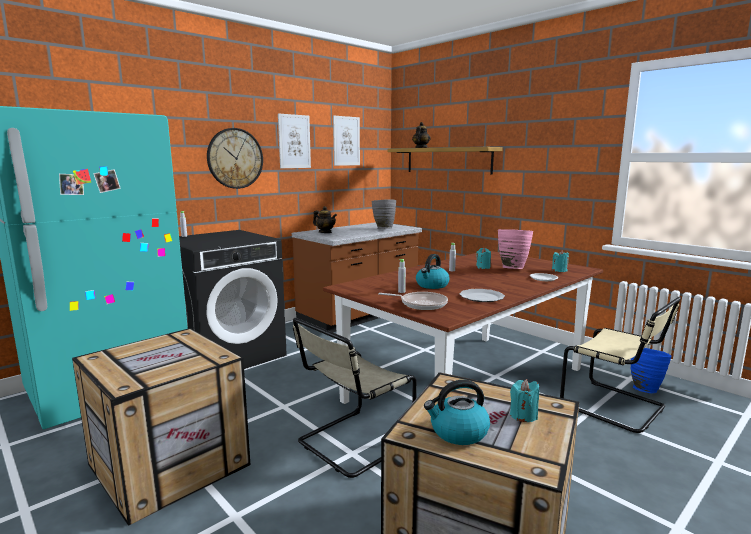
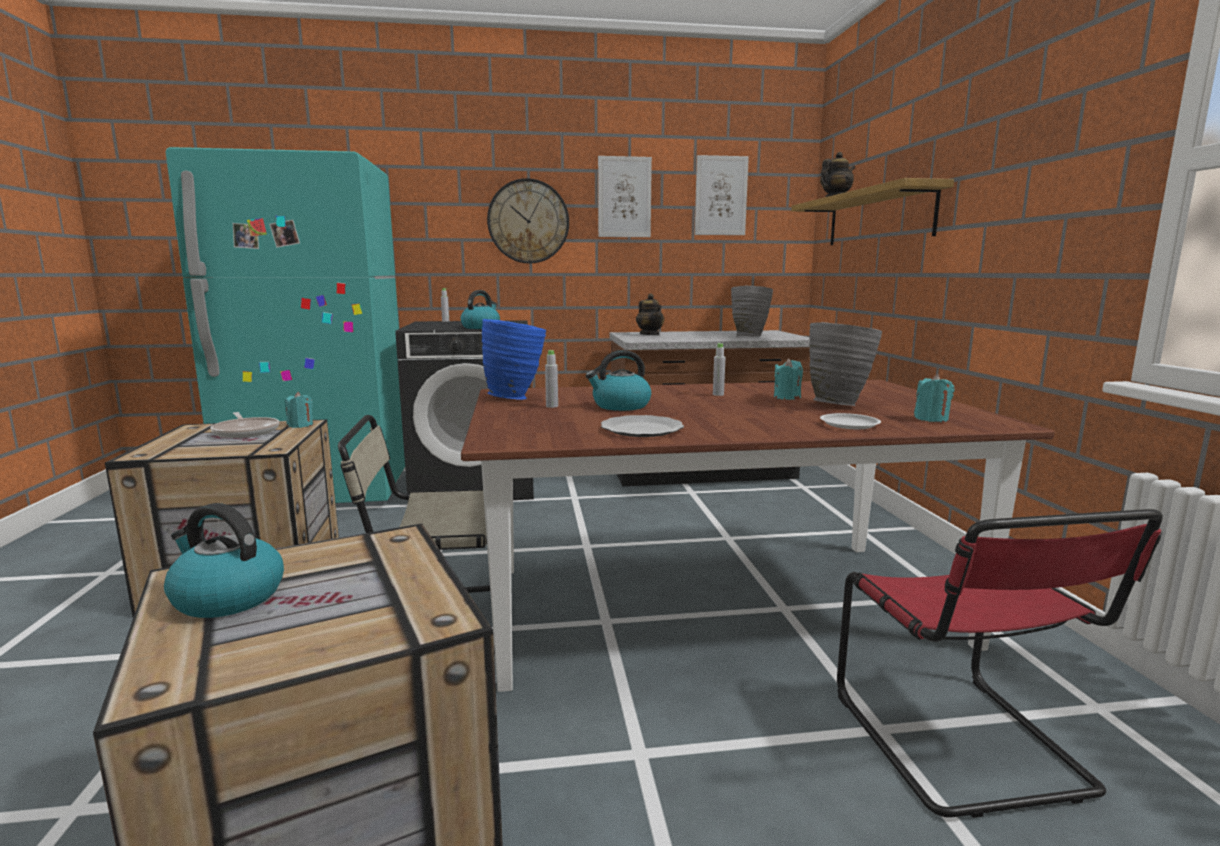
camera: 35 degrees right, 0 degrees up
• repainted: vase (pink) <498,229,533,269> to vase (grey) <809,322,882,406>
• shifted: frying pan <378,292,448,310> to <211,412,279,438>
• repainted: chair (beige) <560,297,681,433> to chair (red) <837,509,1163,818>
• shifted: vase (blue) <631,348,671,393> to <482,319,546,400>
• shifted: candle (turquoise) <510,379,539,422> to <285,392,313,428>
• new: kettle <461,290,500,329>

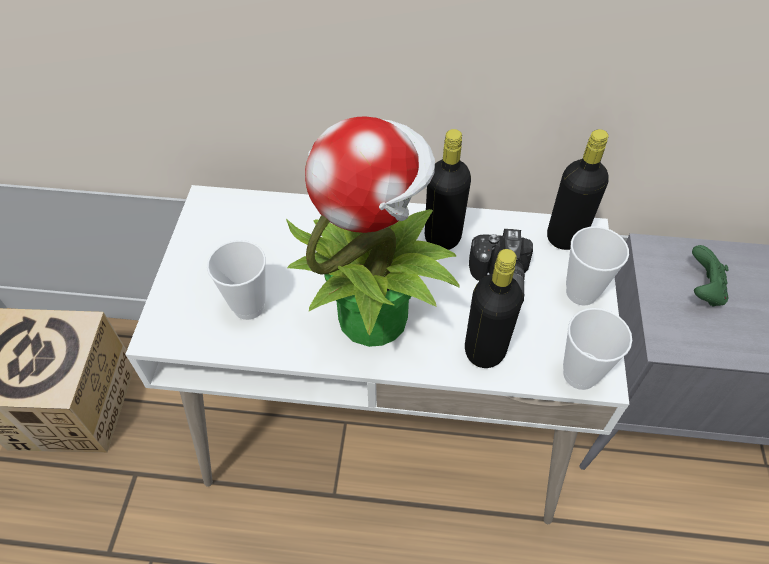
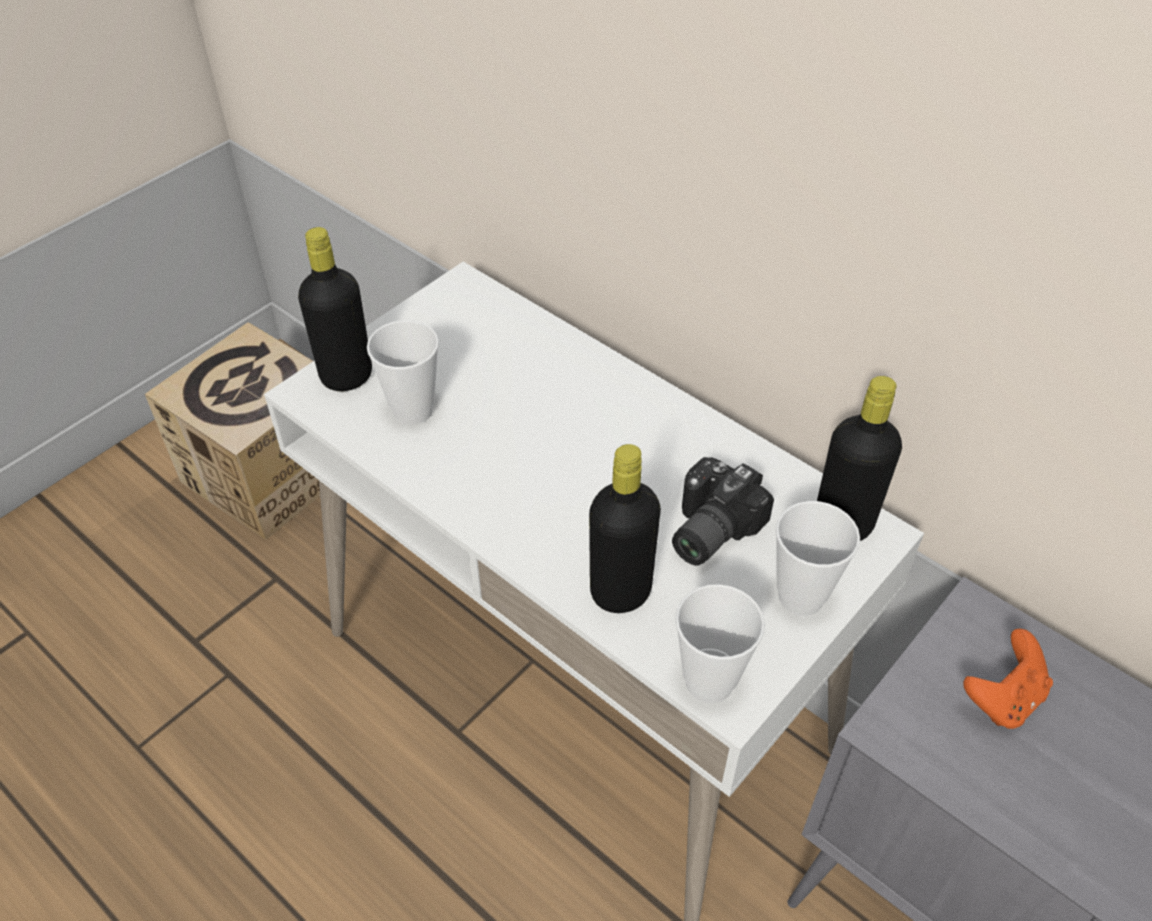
camera: 35 degrees right, 5 degrees down
• gone: potted plant <286,117,460,347>
• shifted: bottle (black) <425,129,471,250> to <298,227,372,391>
• repainted: game controller (green) <692,245,729,307> to game controller (orange) <963,629,1053,729>

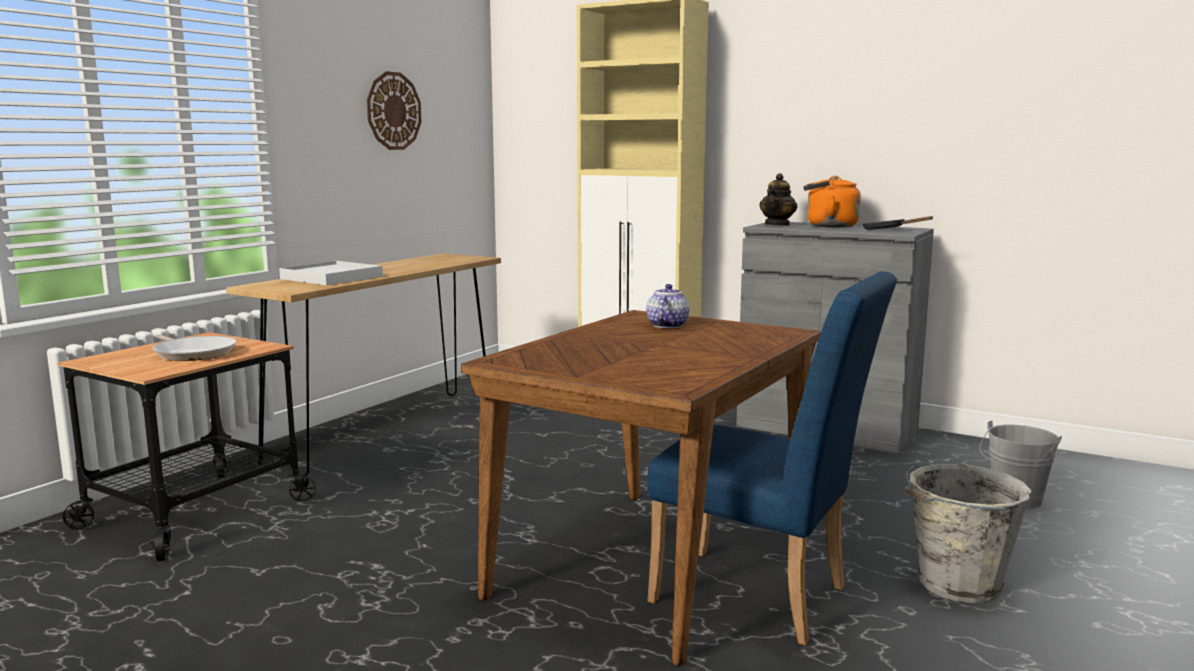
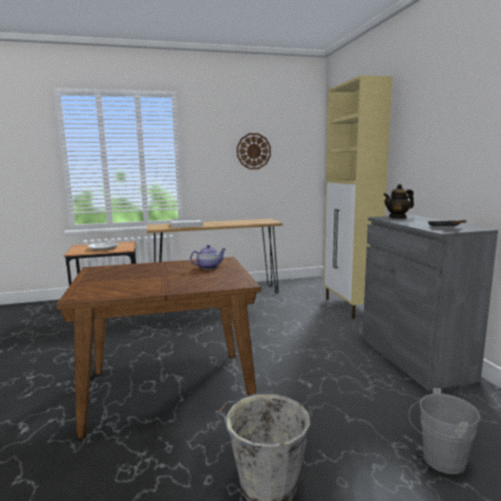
camera: 45 degrees right, 0 degrees up
• gone: kettle (orange) <803,176,861,227>
• gone: chair (blue) <647,271,897,646>

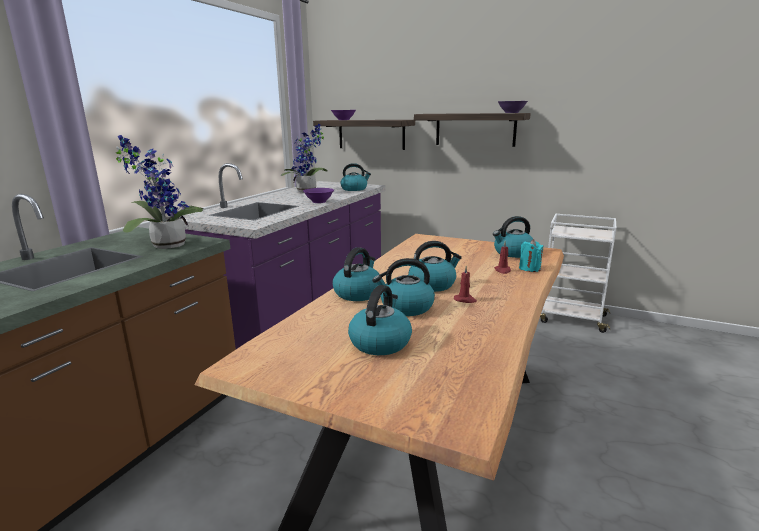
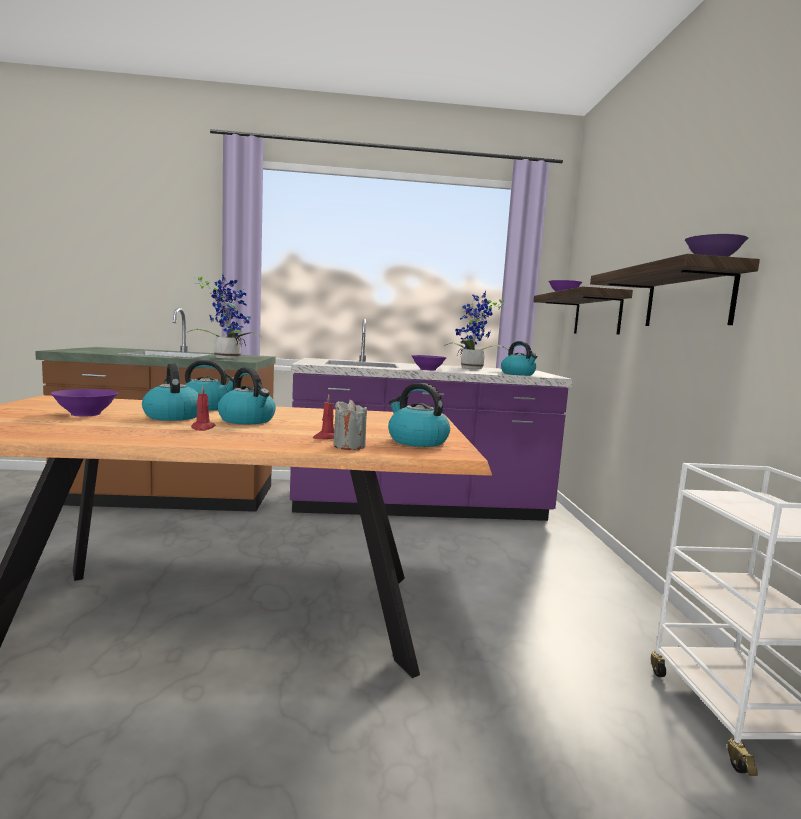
camera: 60 degrees right, 10 degrees down
• repainted: candle (turquoise) <519,239,544,272> to candle (grey) <333,400,367,450>
• swapped: kettle <348,285,412,355> to bowl (purple) <50,389,118,417>

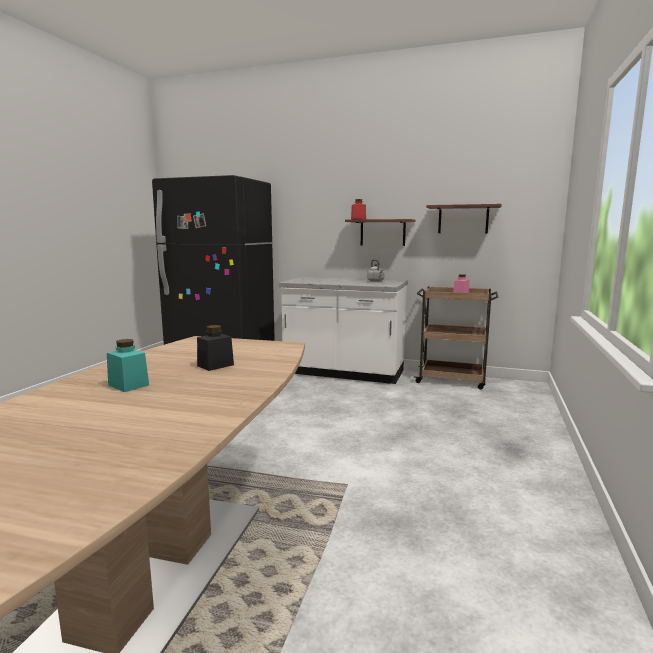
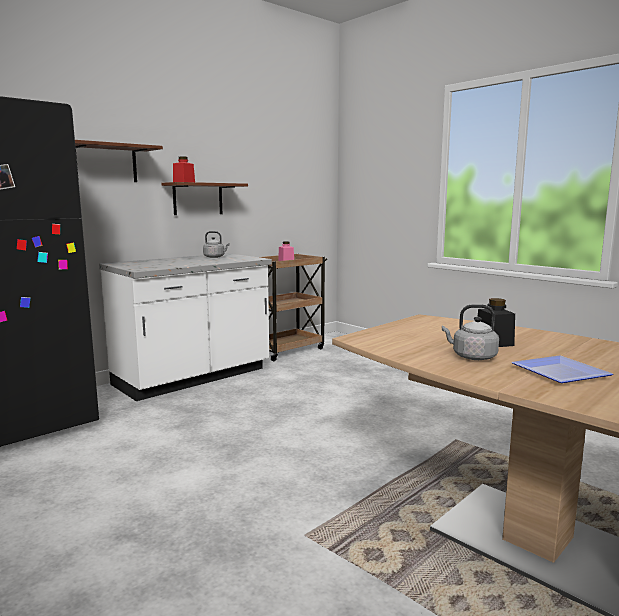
camera: 60 degrees left, 0 degrees up
• shifted: shelf (brown) <426,204,502,233> to <75,140,163,182>
• swapped: jar (turquoise) <107,339,149,392> to plate <512,355,613,383>
• new: kettle (grey) <442,304,499,360>

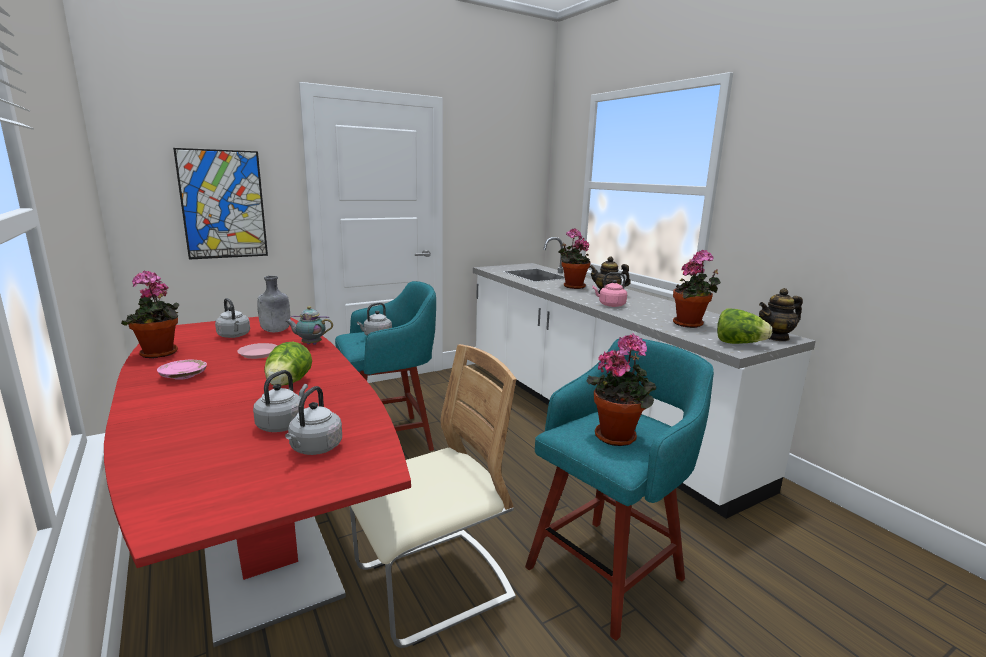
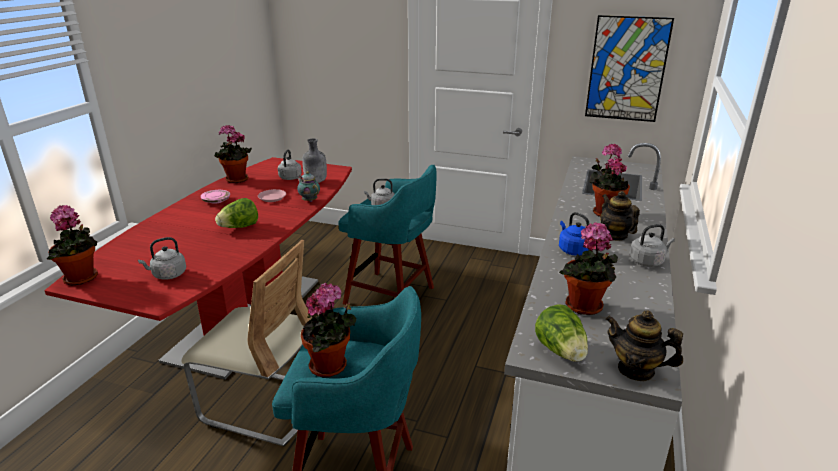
camera: 50 degrees right, 10 degrees up
• shifted: picture <173,148,268,260> to <585,15,674,122>
• repainted: kettle (pink) <592,272,627,307> to kettle (blue) <559,212,590,256>
• shifted: kettle (grey) <253,370,308,432> to <629,224,675,267>
• new: potted plant <47,205,98,285>

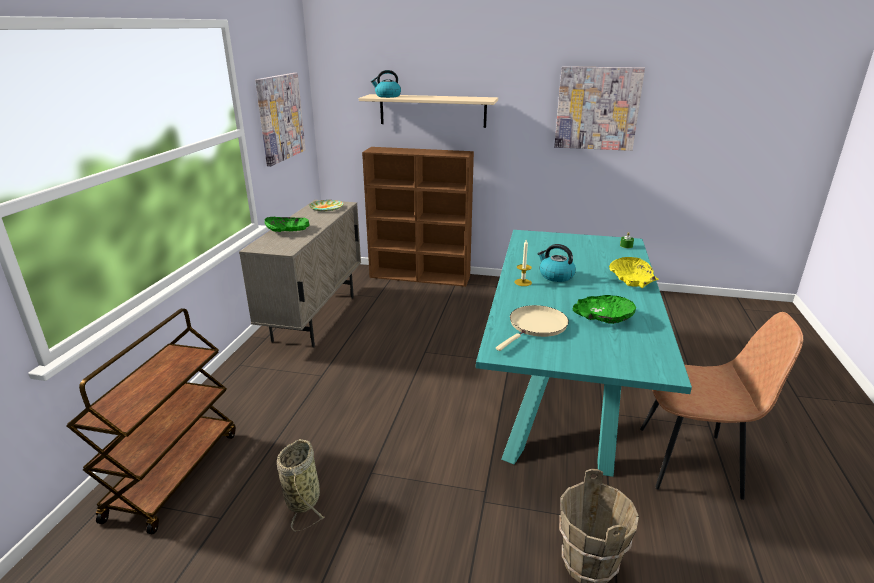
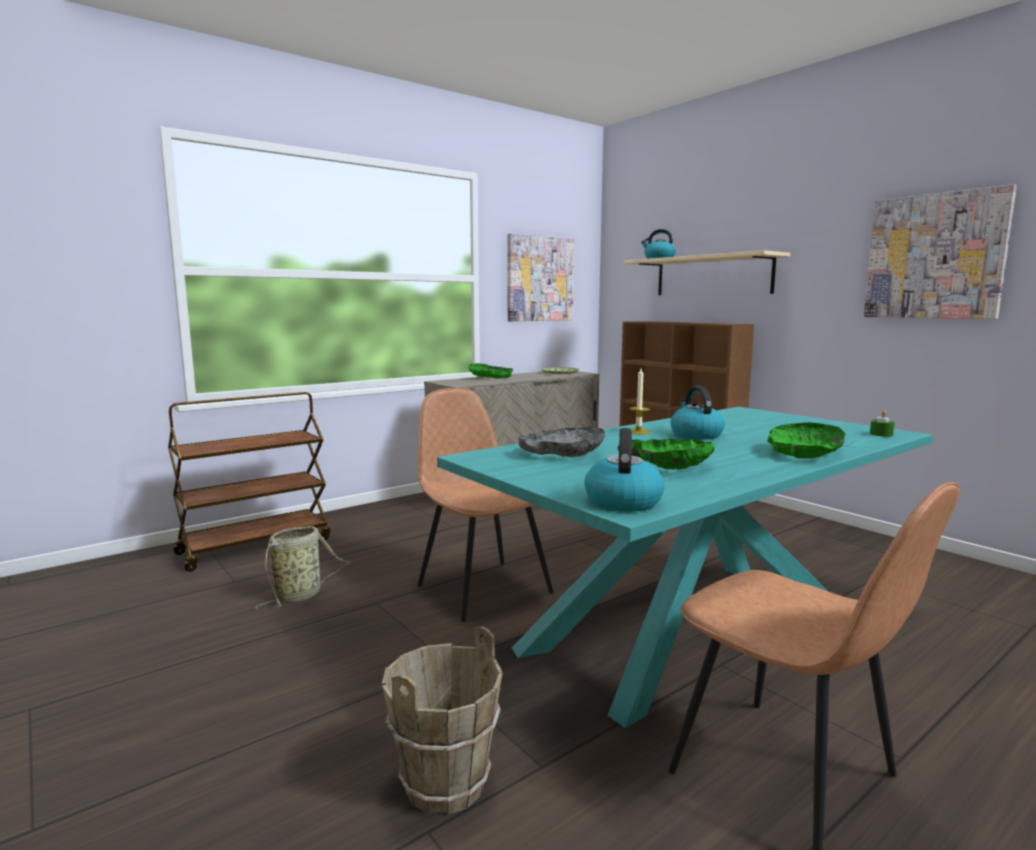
camera: 40 degrees right, 15 degrees down
• repainted: bowl (yellow) <609,257,659,288> to bowl (green) <767,422,846,458>
• swapped: frying pan (beige) <496,305,569,351> to bowl (grey) <519,427,605,457>
• new: chair (brown) <418,388,554,622>
• new: kettle <584,428,664,512>

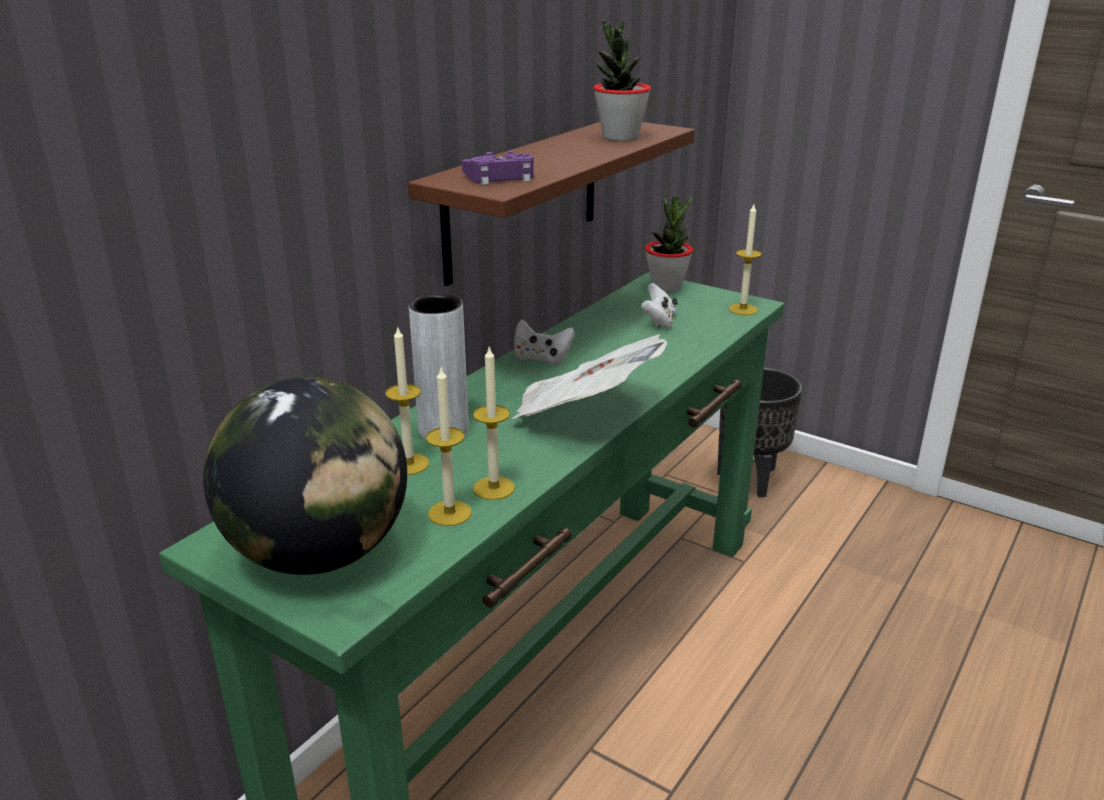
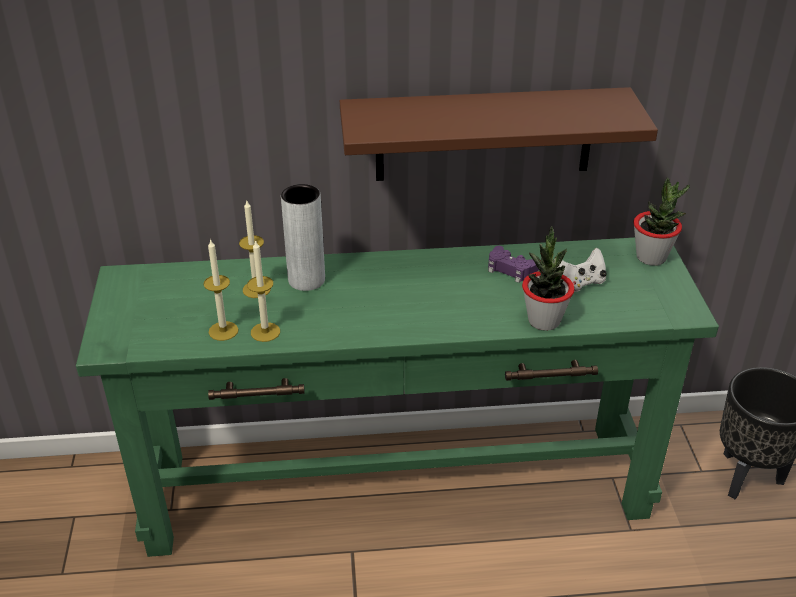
camera: 50 degrees right, 10 degrees up
• shifted: potted plant <594,19,651,141> to <522,226,575,331>
• shifted: game controller (purple) <462,150,534,185> to <488,246,539,283>
• gone: candle <729,204,762,315>
• gone: game controller (white) <514,320,575,365>
• gone: newspaper <512,334,667,419>
• gone: globe <203,377,407,575>

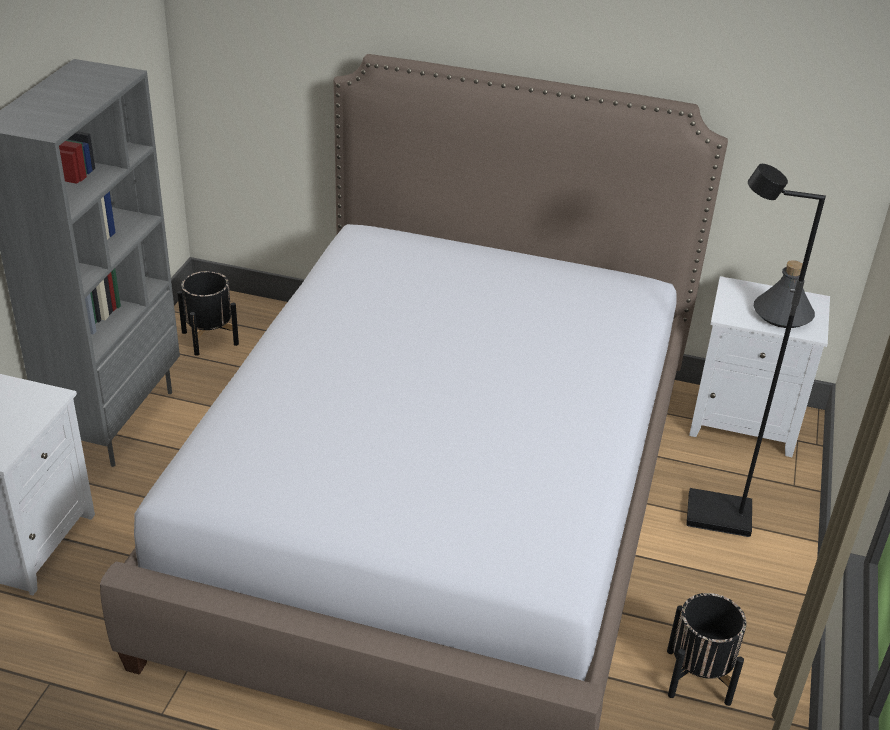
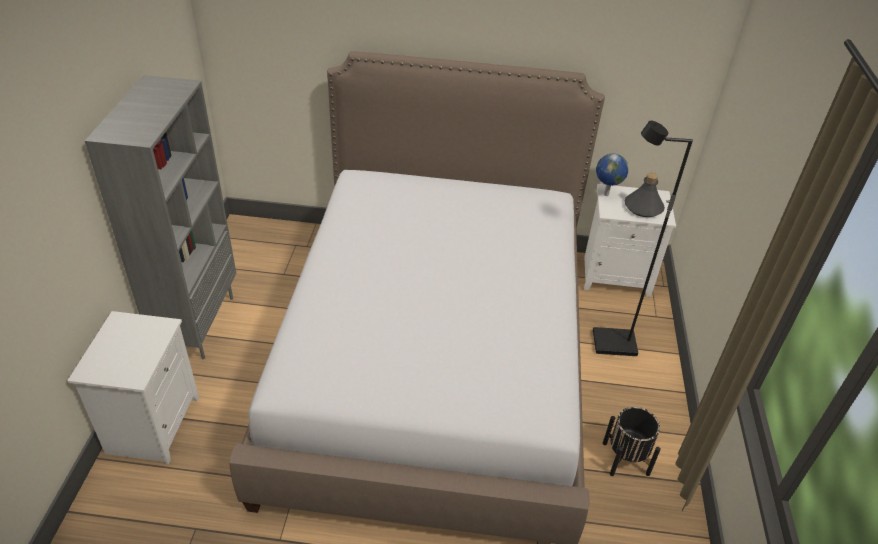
camera: 10 degrees left, 5 degrees up
• gone: planter (black) <177,271,239,356>
• new: globe <596,154,629,196>

